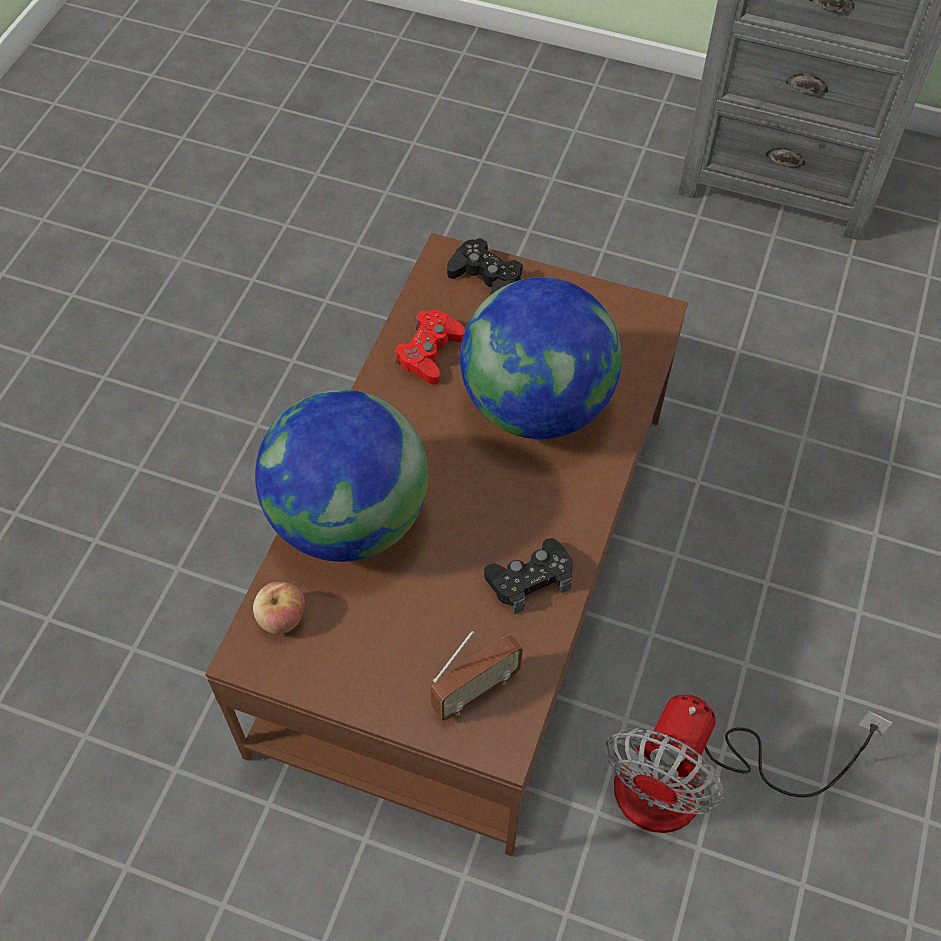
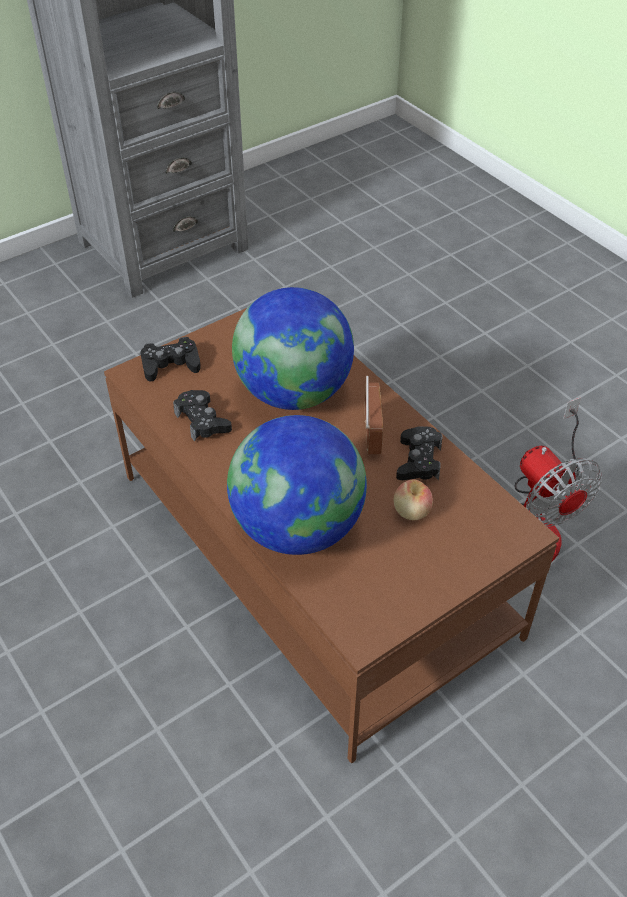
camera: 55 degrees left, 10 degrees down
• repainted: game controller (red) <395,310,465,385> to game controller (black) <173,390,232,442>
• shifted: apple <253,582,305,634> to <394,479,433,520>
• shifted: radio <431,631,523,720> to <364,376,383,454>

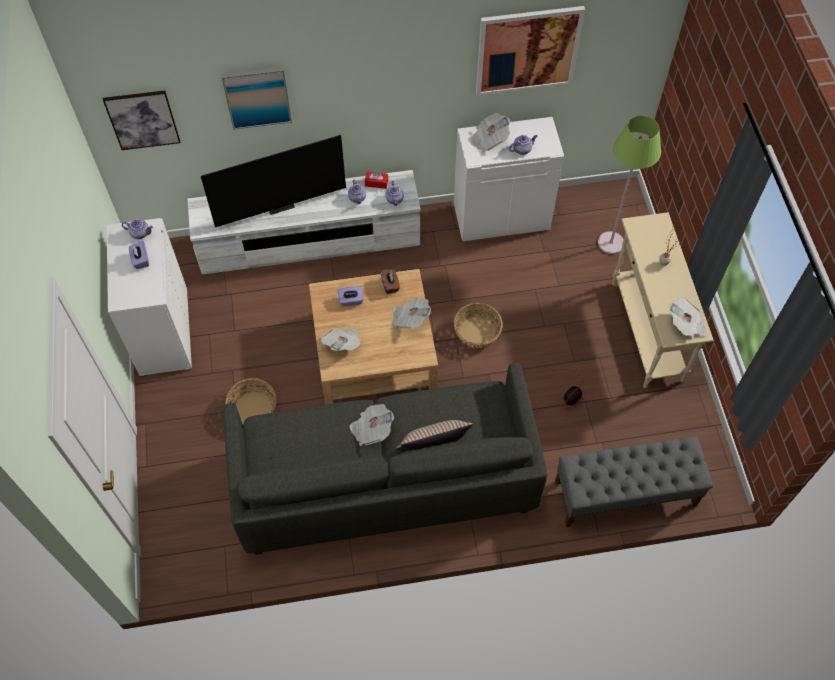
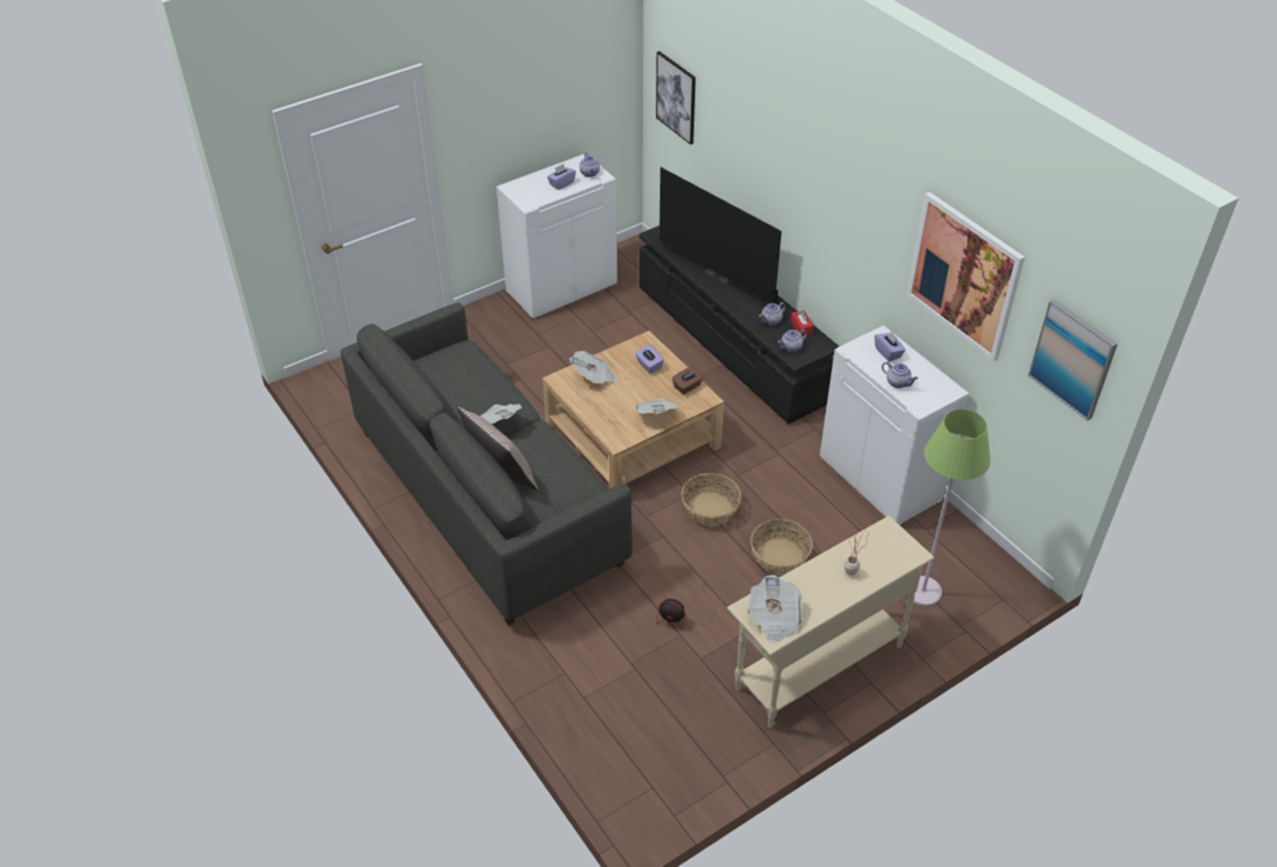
camera: 65 degrees right, 15 degrees down
• shifted: picture <221,67,292,130> to <1028,299,1118,421>
• swapped: newspaper <468,113,511,153> to tissue box (purple) <874,331,906,362>
• repainted: tv stand (white) <188,170,420,274> to tv stand (black) <639,225,840,424>
• shifted: basket <225,378,277,424> to <750,519,813,575>
• gone: bench (grey) <555,436,713,527>

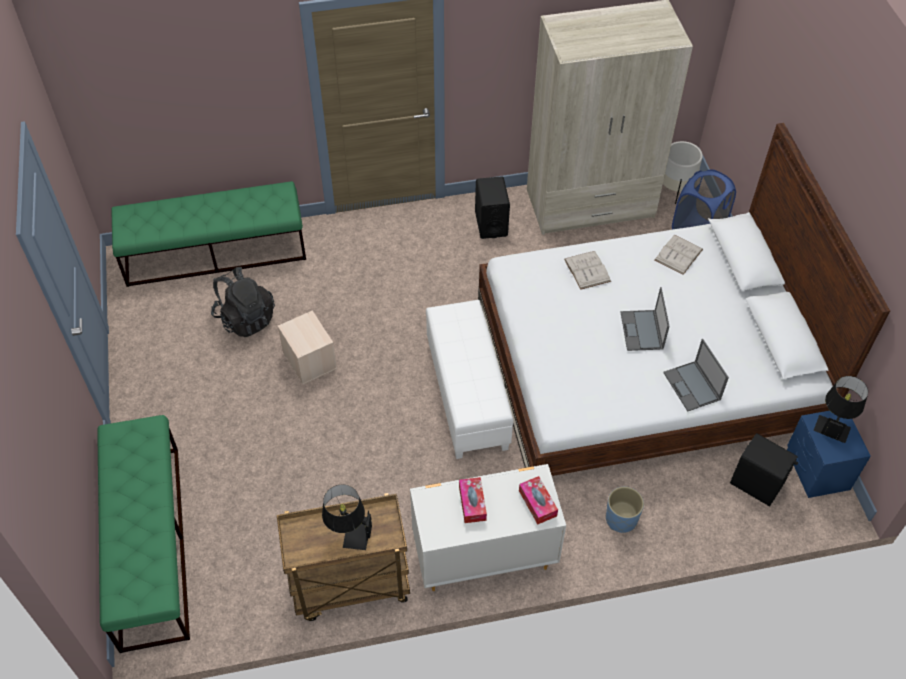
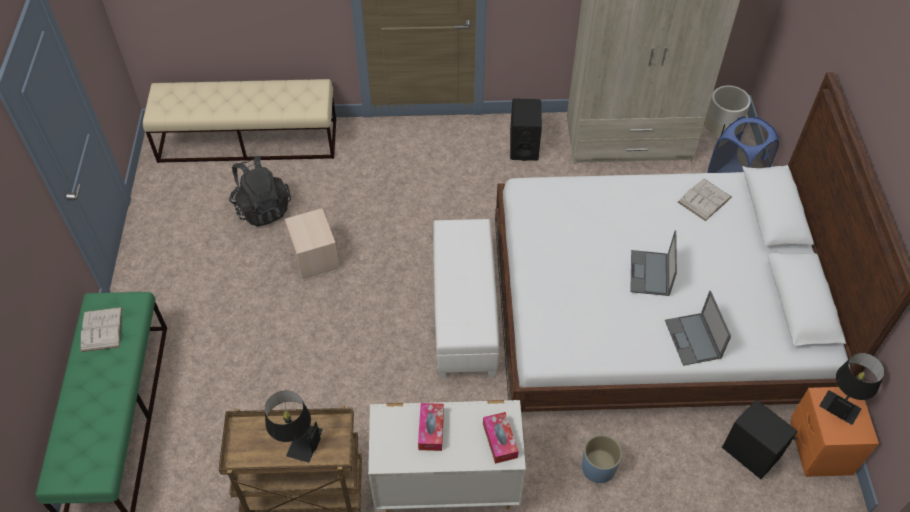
camera: 10 degrees right, 0 degrees up
• repainted: bench (green) <111,181,306,287> to bench (beige) <143,79,336,163>
• shifted: book (white) <564,251,611,290> to <81,307,122,352>
• repainted: nightstand (blue) <787,411,871,498> to nightstand (orange) <790,387,879,477>

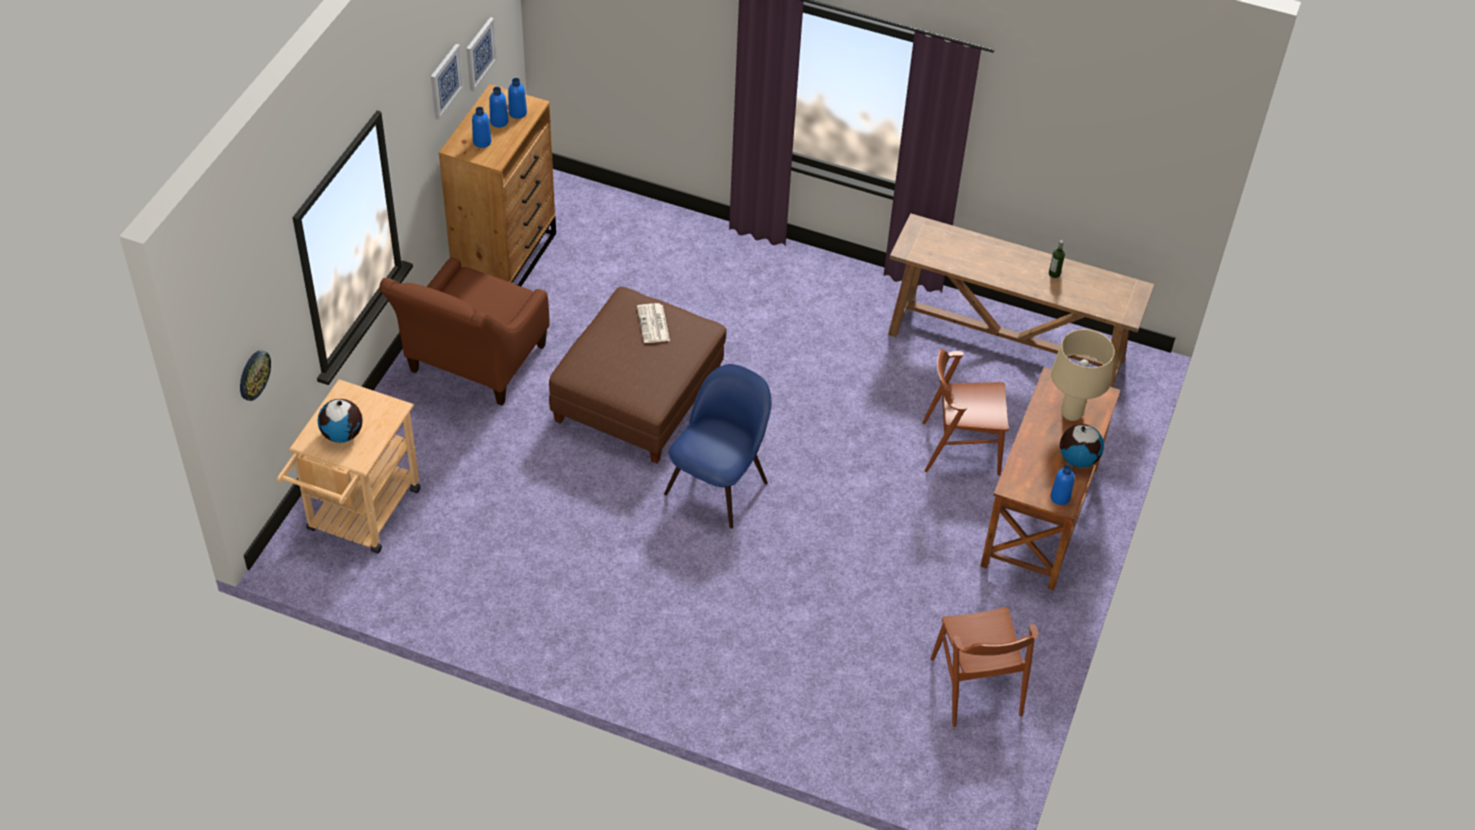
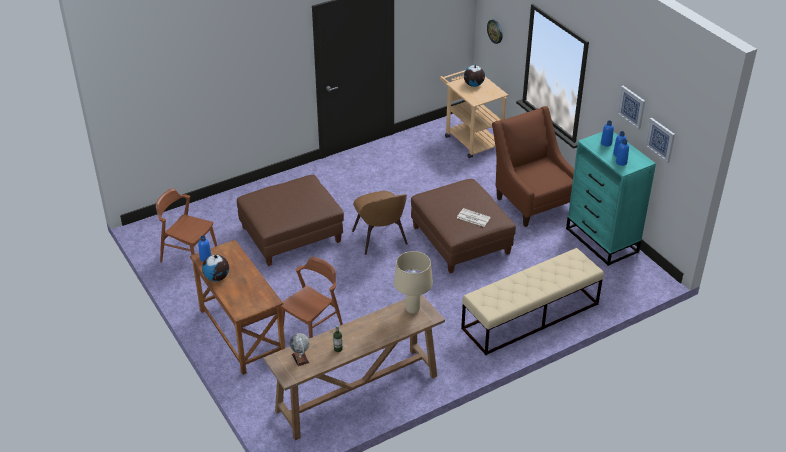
camera: 130 degrees right, 10 degrees down
• repainted: dresser (brown) <439,84,556,286> to dresser (turquoise) <566,132,656,266>
• shifted: table lamp (beige) <1051,329,1115,421> to <394,251,433,314>
• repainted: chair (blue) <664,364,771,529> to chair (brown) <352,191,408,255>
• new: ottoman (brown) <237,175,344,266>
• new: bench (beige) <461,248,604,355>
• new: globe <290,333,309,366>

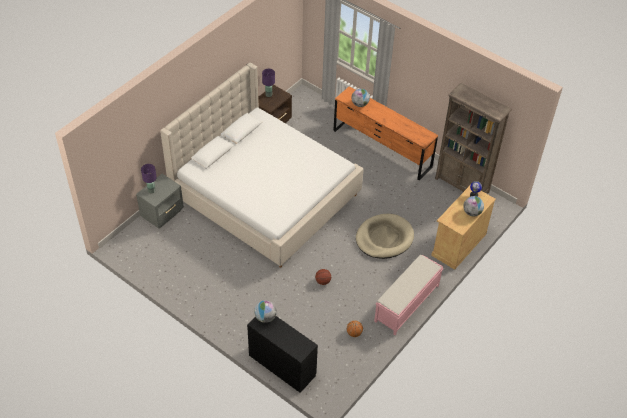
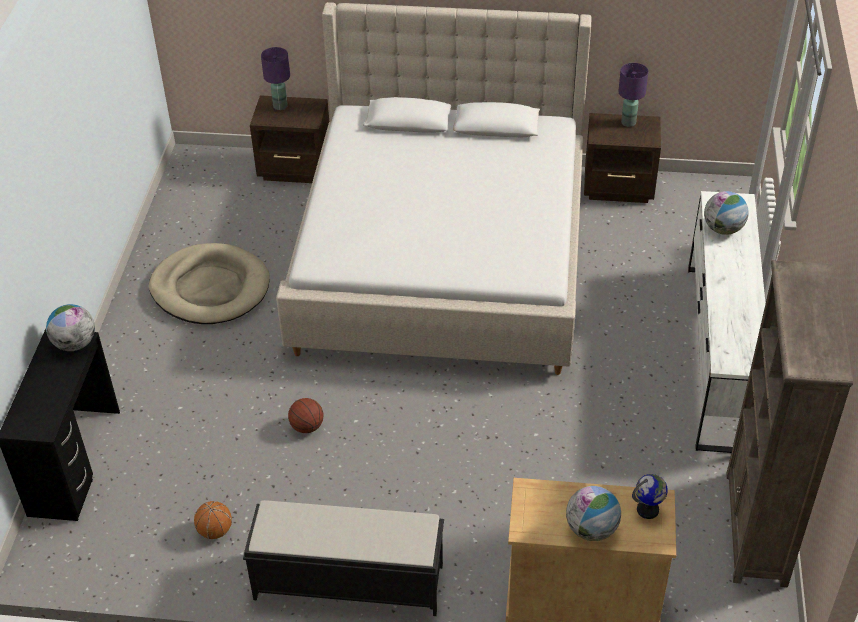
camera: 60 degrees right, 5 degrees down
• repainted: dresser (orange) <333,86,438,181> to dresser (white) <688,191,766,453>
• repainted: nightstand (grey) <136,174,184,229> to nightstand (brown) <250,95,329,183>
• shifted: dog bed (beige) <356,214,414,259> to <149,243,270,324>
• repainted: bench (pink) <374,255,444,336> to bench (black) <243,500,444,616>

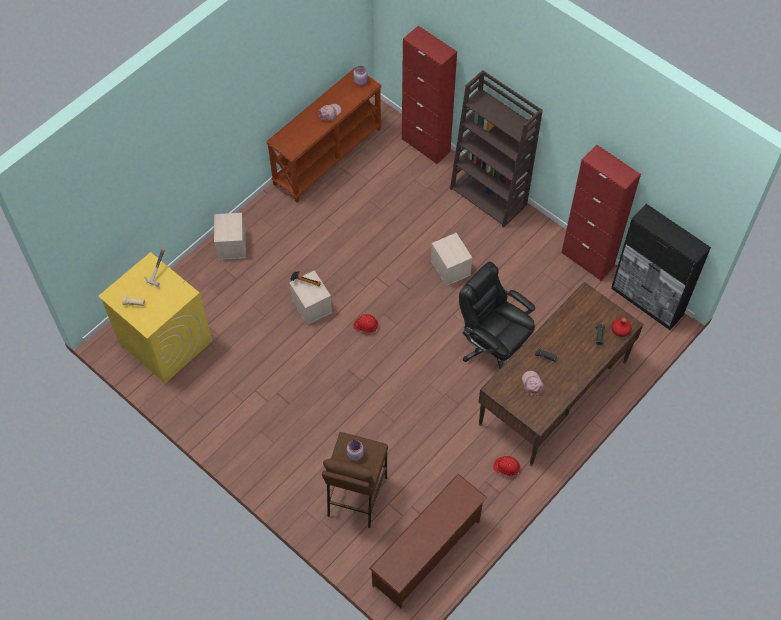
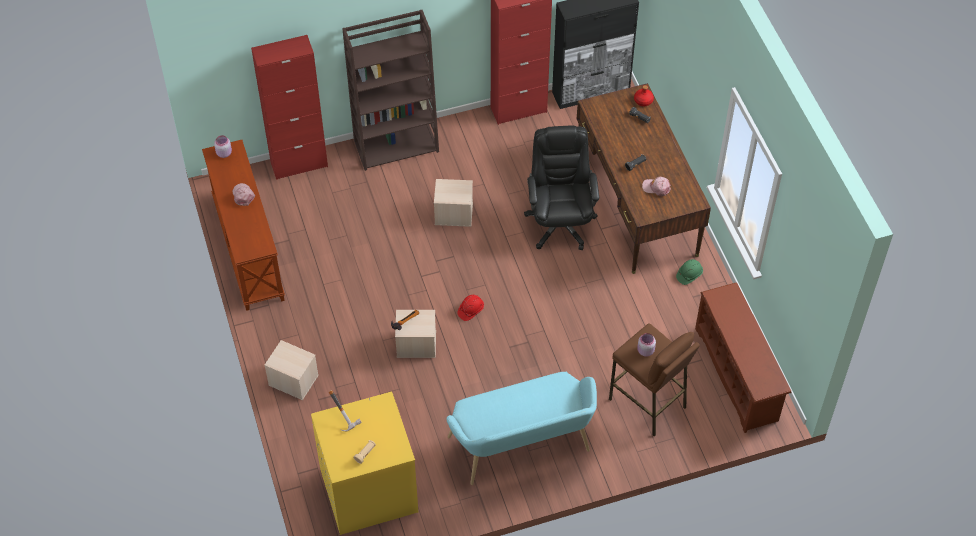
camera: 60 degrees left, 5 degrees down
• rotated: office chair (black) <459,261,535,369> = <524,126,599,250> 105 degrees clockwise
• repainted: hard hat (red) <493,456,520,477> to hard hat (green) <676,259,703,285>
• new: bench (turquoise) <446,372,597,485>

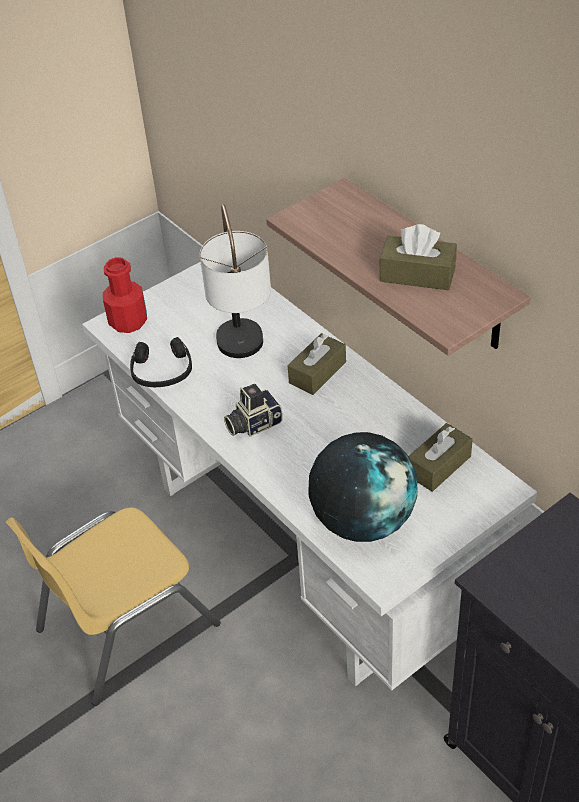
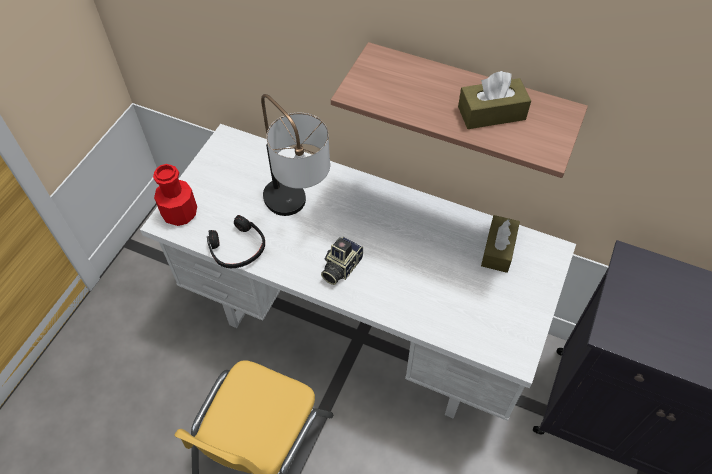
camera: 30 degrees left, 10 degrees up
• gone: tissue box (brown) <288,333,346,395>
• gone: globe <308,432,418,542>

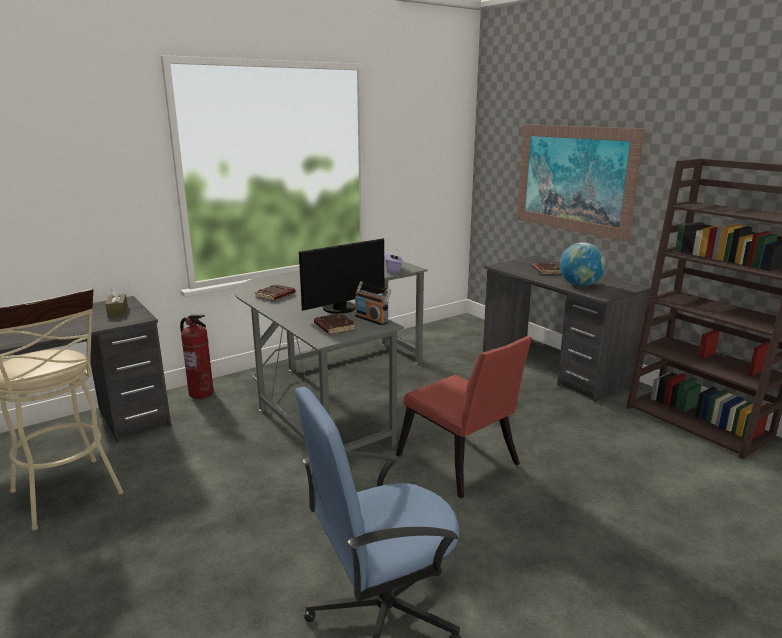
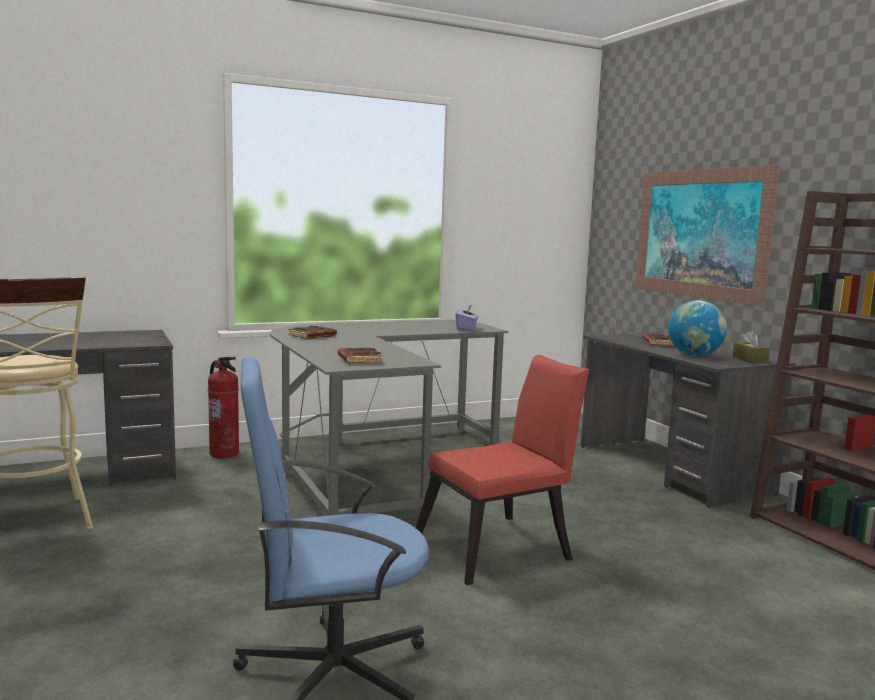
camera: 10 degrees right, 10 degrees down
• gone: monitor <299,238,384,314>
• gone: radio <355,281,391,325>
• shifted: tissue box (brown) <105,287,128,317> to <733,330,770,363>
• rotated: chair (red) <396,336,532,499> = <416,355,589,585> 90 degrees counterclockwise

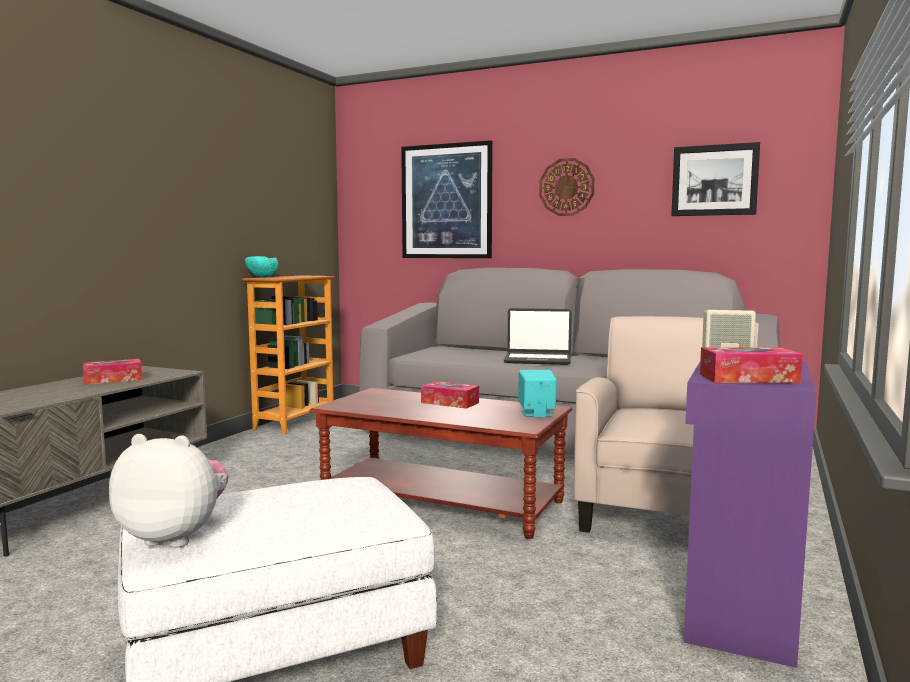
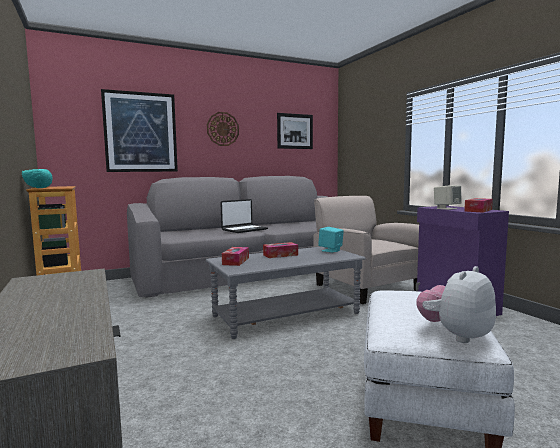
camera: 50 degrees left, 0 degrees up
• shifted: tissue box <83,359,142,385> to <222,247,249,266>
• repainted: coffee table (brown) <309,388,572,539> to coffee table (grey) <206,247,366,339>

